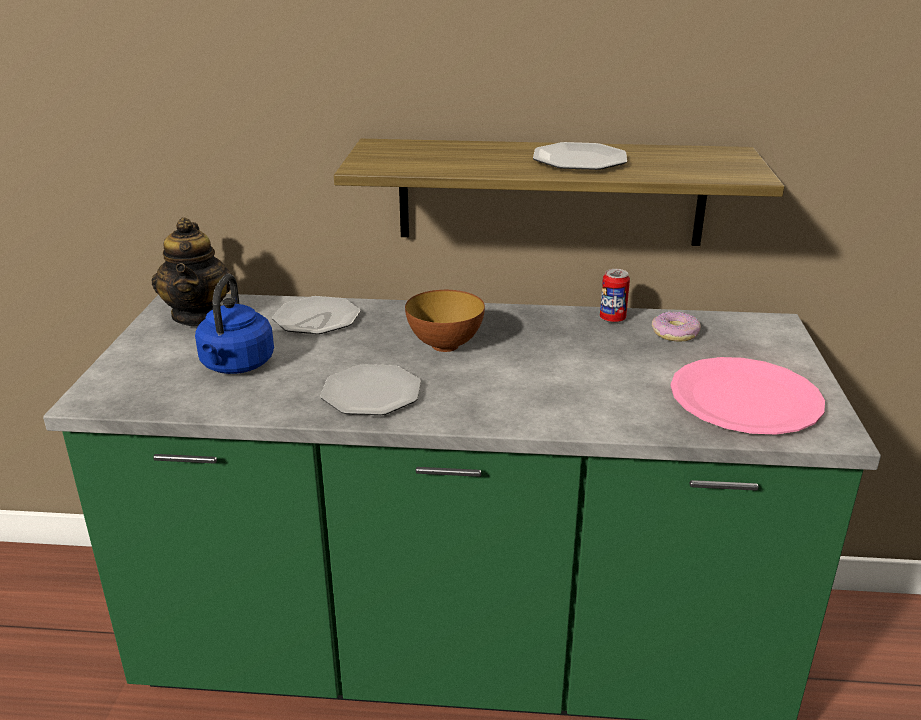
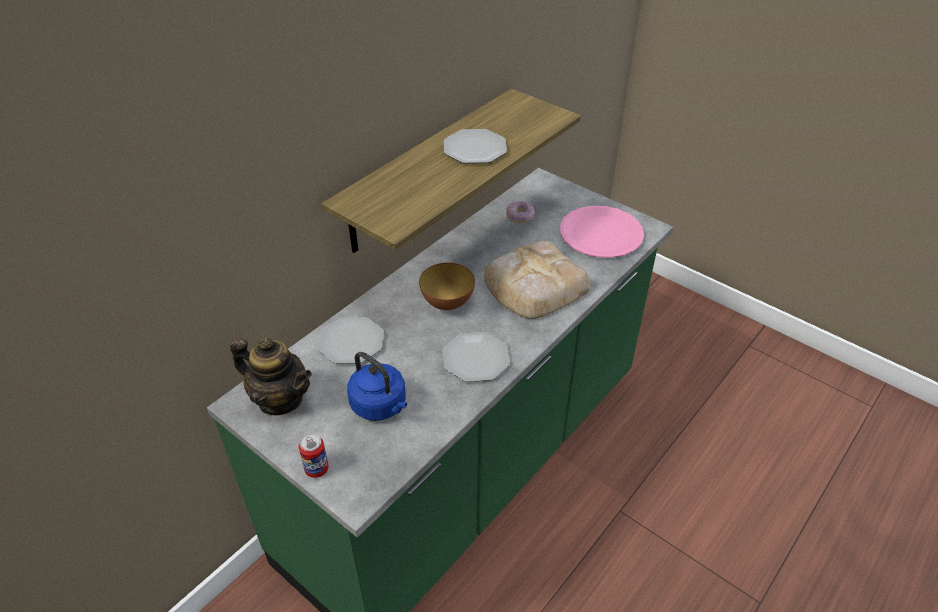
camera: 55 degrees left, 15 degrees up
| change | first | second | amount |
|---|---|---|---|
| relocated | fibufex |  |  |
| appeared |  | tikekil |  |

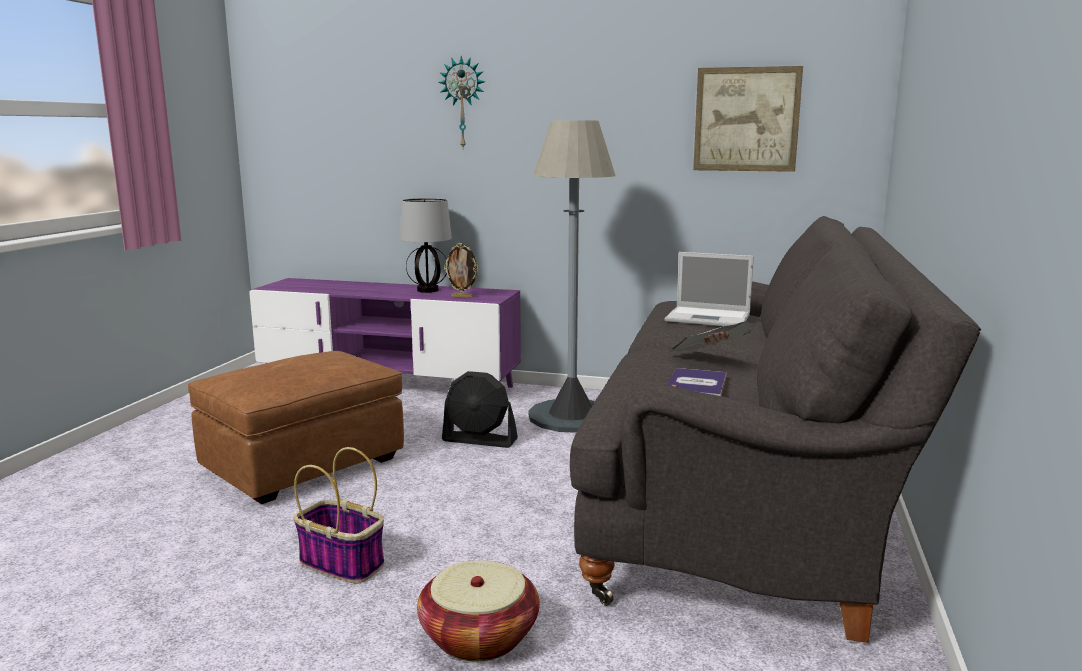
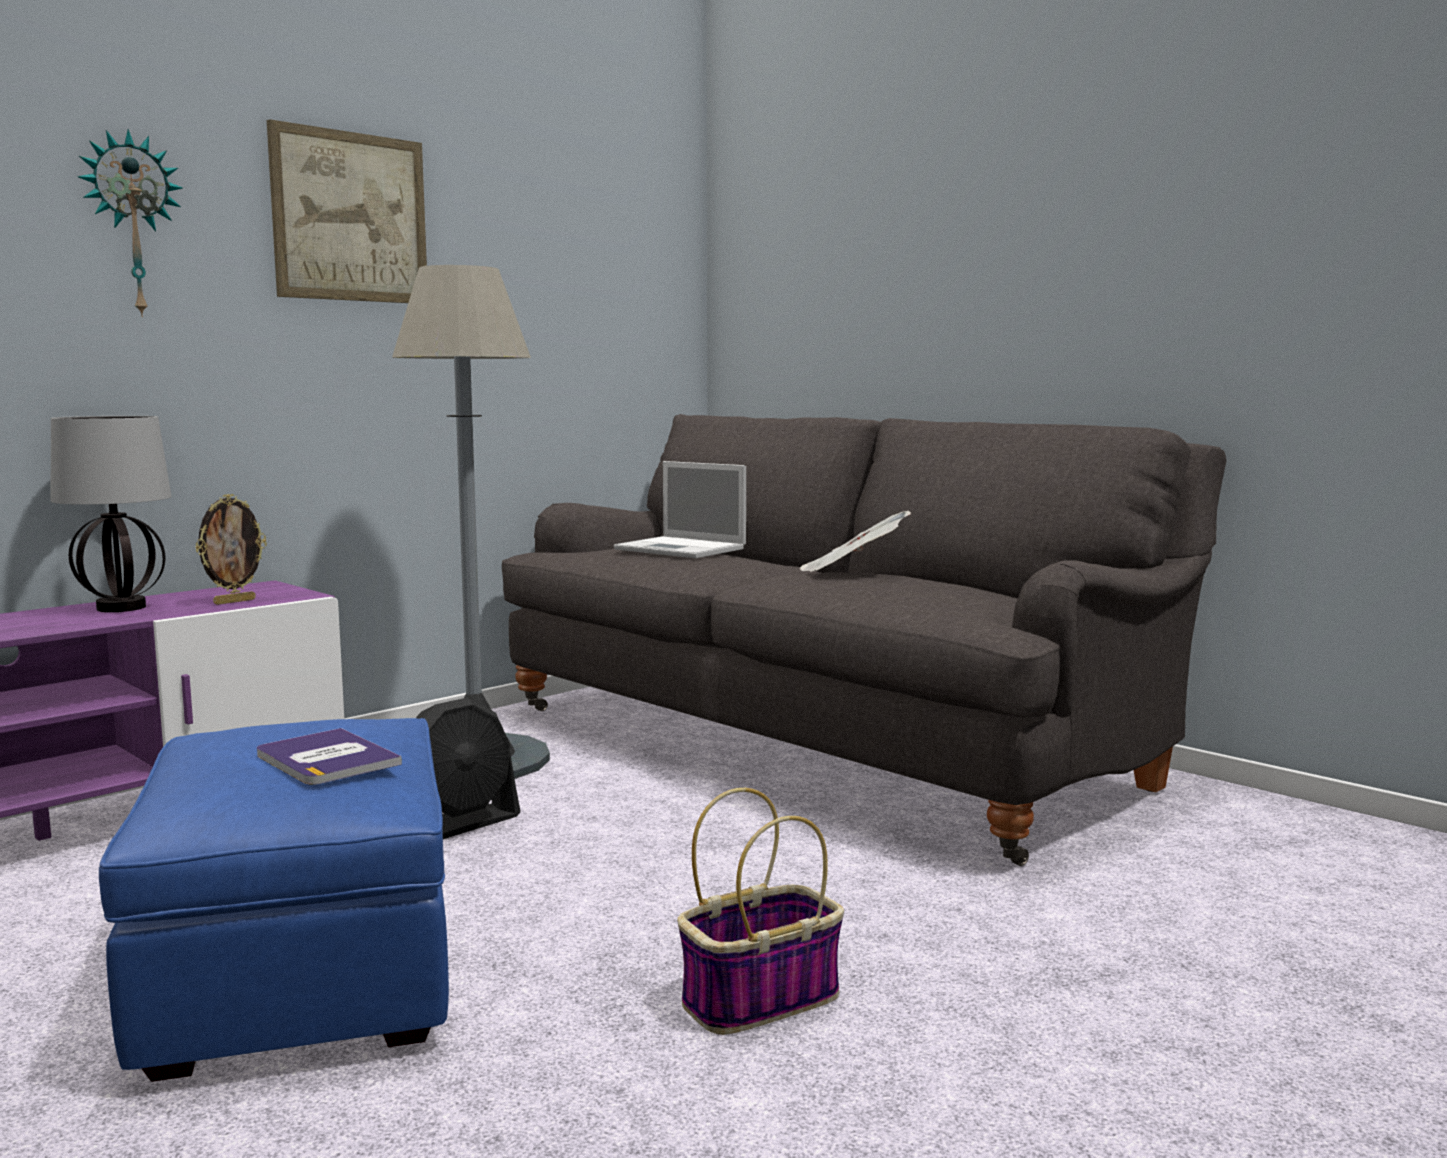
camera: 60 degrees left, 5 degrees down
| change | first | second | amount |
|---|---|---|---|
| colour | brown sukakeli | blue sukakeli |  |
| missing | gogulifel (no. 2 from left) |  |  |
| spun | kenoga |  | 75 degrees clockwise |
| relocated | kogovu |  |  |
| relocated | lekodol |  |  |

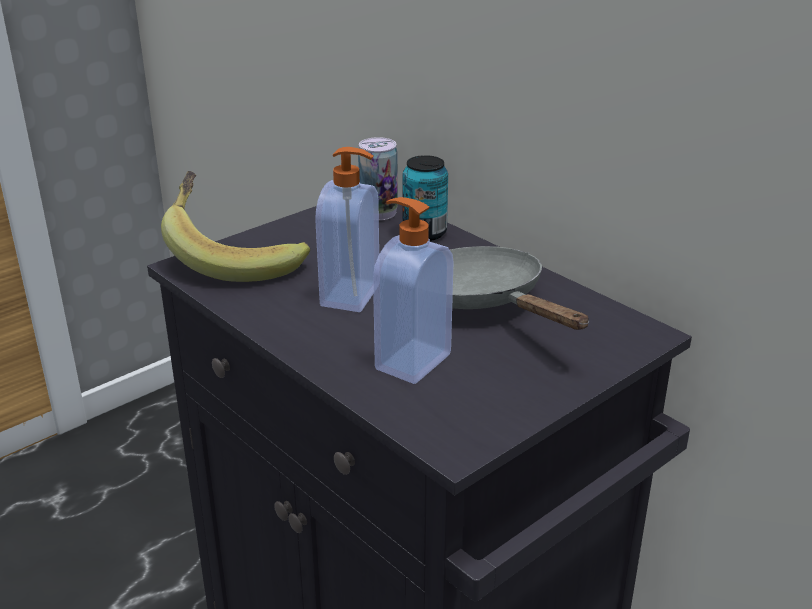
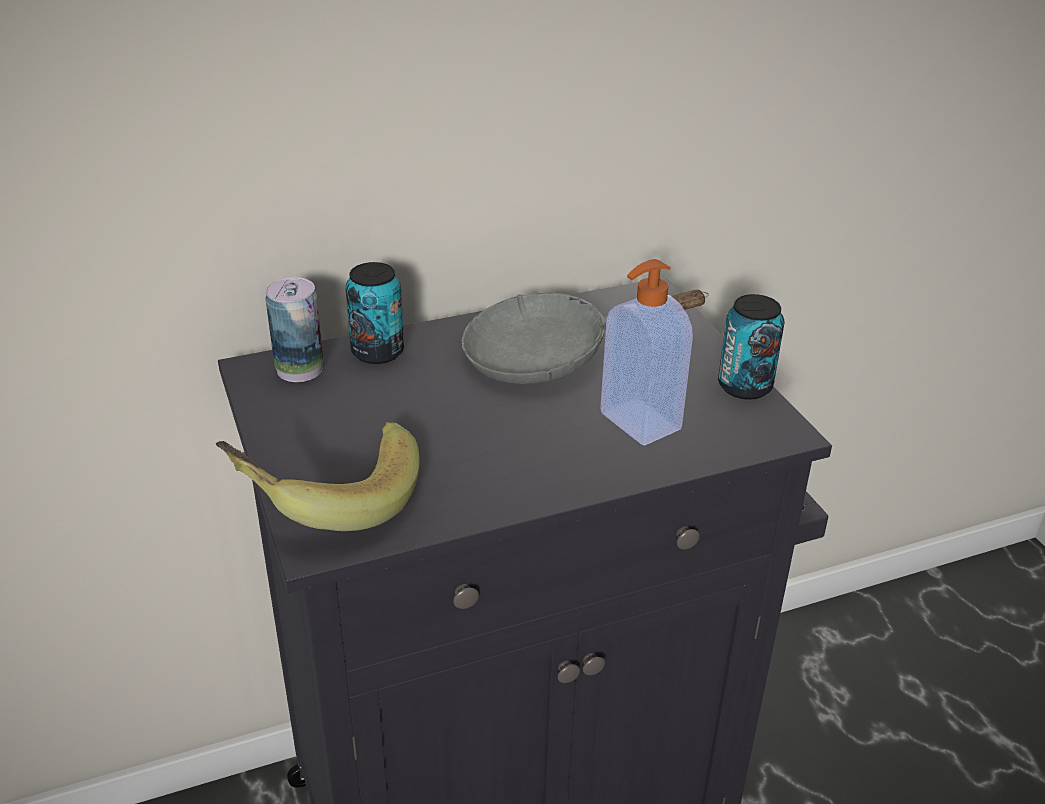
camera: 70 degrees left, 5 degrees up
| change | first | second | amount |
|---|---|---|---|
| missing | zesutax (no. 1 from left) |  |  |
| appeared |  | fibufex (no. 3 from left) |  |

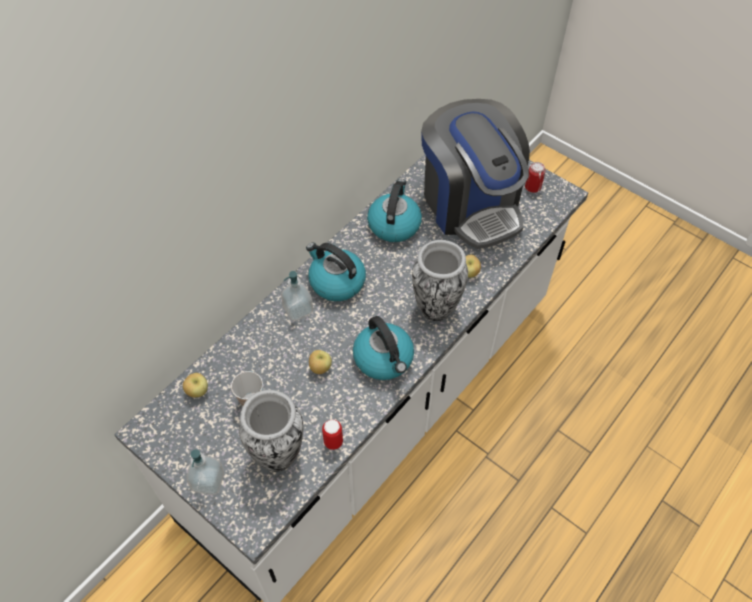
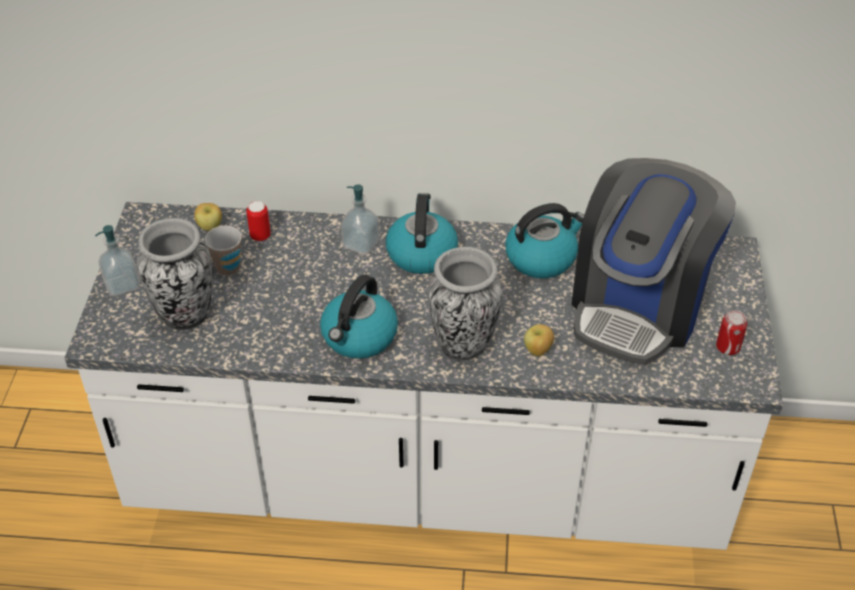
camera: 55 degrees right, 10 degrees down
| change | first | second | amount |
|---|---|---|---|
| missing | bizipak (no. 2 from left) |  |  |
| relocated | fibufex (no. 1 from left) |  |  |

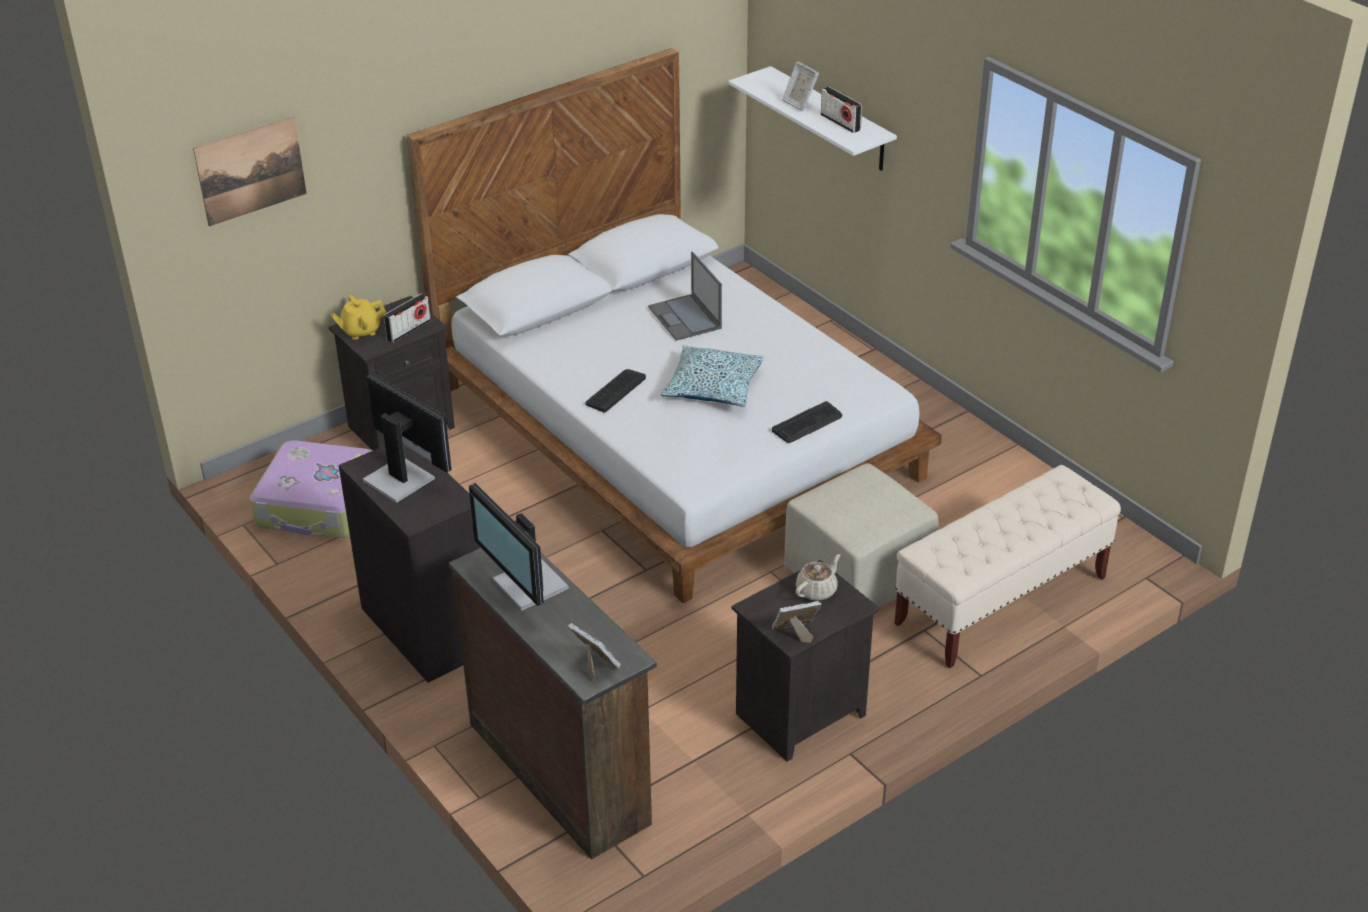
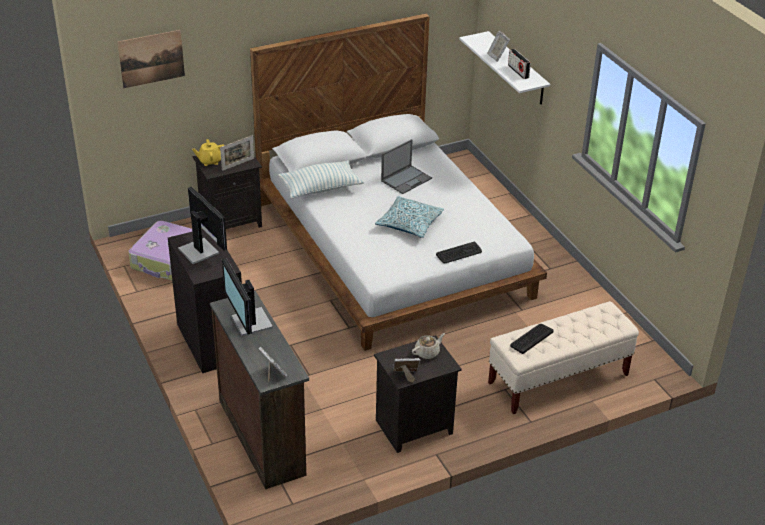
camera: 10 degrees right, 0 degrees up
| change | first | second | amount |
|---|---|---|---|
| exchanged | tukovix (no. 1 from left) | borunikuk (no. 1 from left) |  |
| relocated | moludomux (no. 1 from left in the first image) | moludomux (no. 2 from left) |  |
| spun | kenoga |  | 120 degrees counterclockwise |
| missing | beige sukakeli |  |  |
| appeared |  | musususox (no. 1 from left) |  |

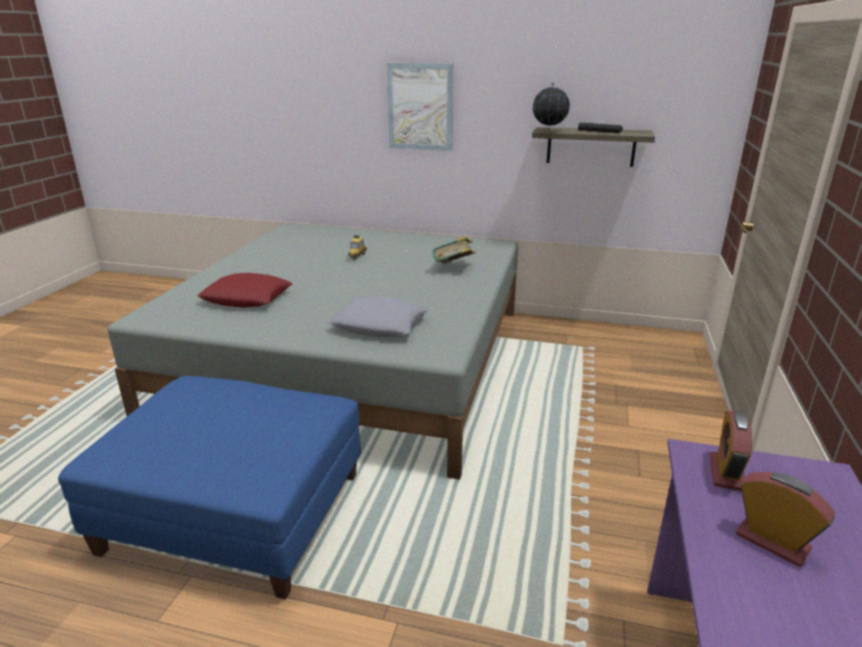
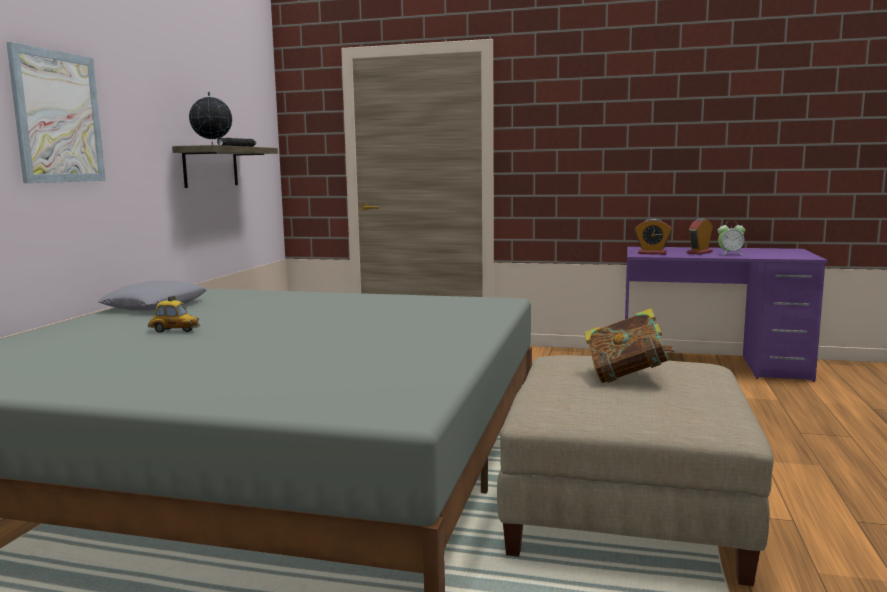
camera: 90 degrees left, 15 degrees down
| change | first | second | amount |
|---|---|---|---|
| colour | blue sukakeli | beige sukakeli |  |
| missing | red musususox |  |  |
| relocated | grey musususox |  |  |
| relocated | kogovu |  |  |
| appeared |  | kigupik (no. 3 from left) |  |

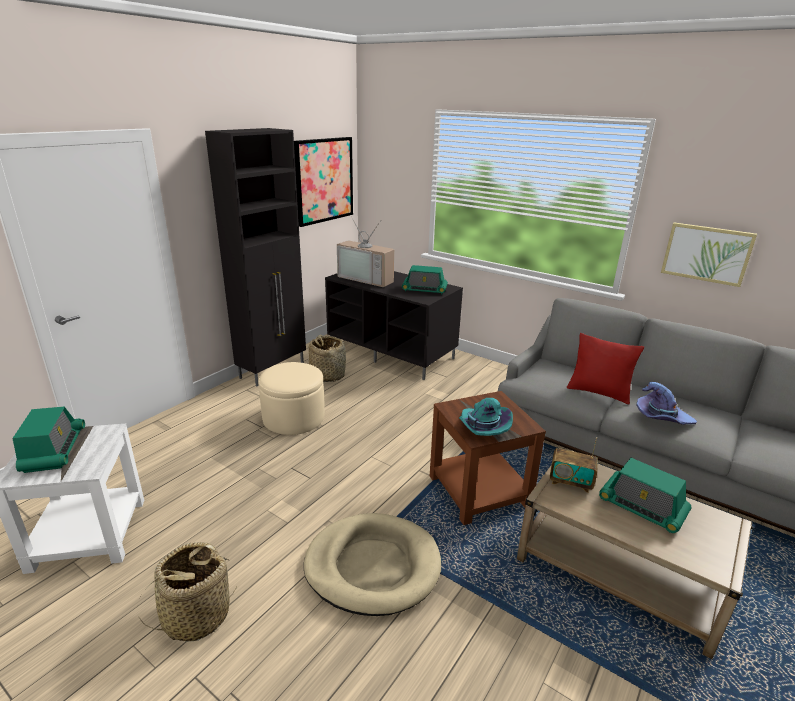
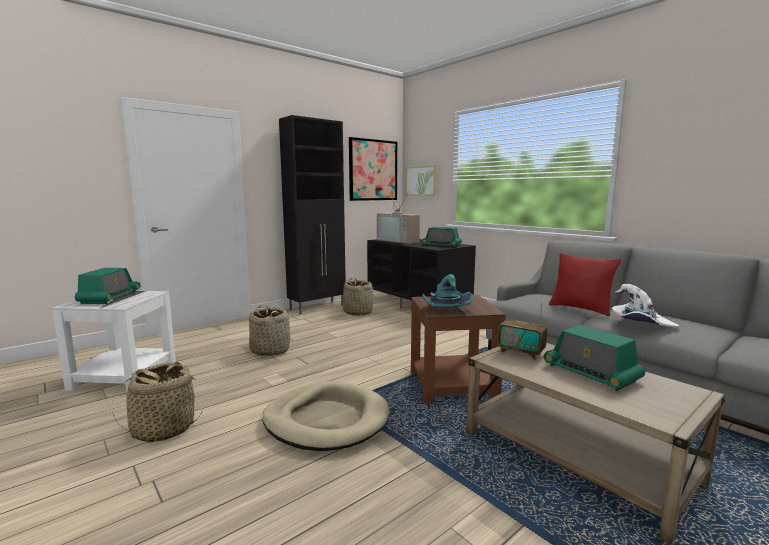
camera: 15 degrees right, 15 degrees down
| change | first | second | amount |
|---|---|---|---|
| missing | beige sukakeli |  |  |
| colour | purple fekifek | white fekifek |  |
| relocated | lekodol (no. 2 from left) |  |  |
| appeared |  | gogulifel (no. 2 from left) |  |

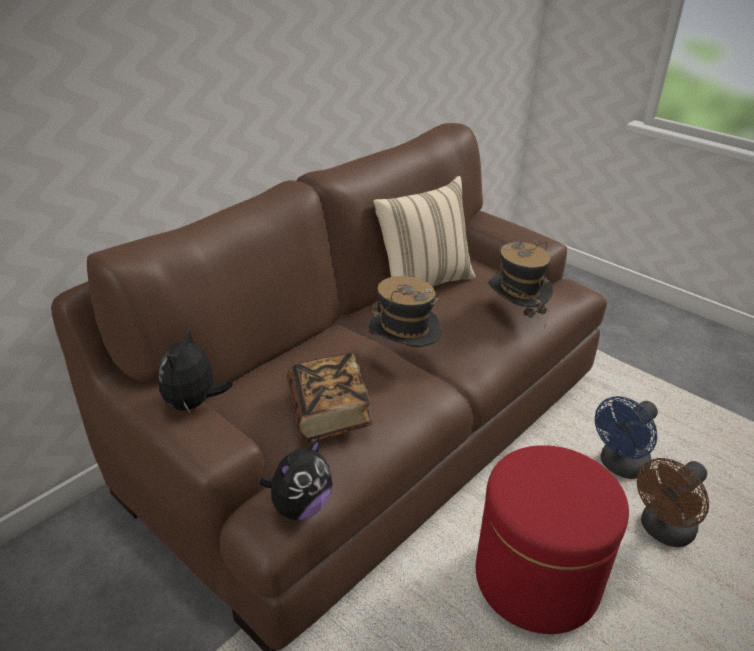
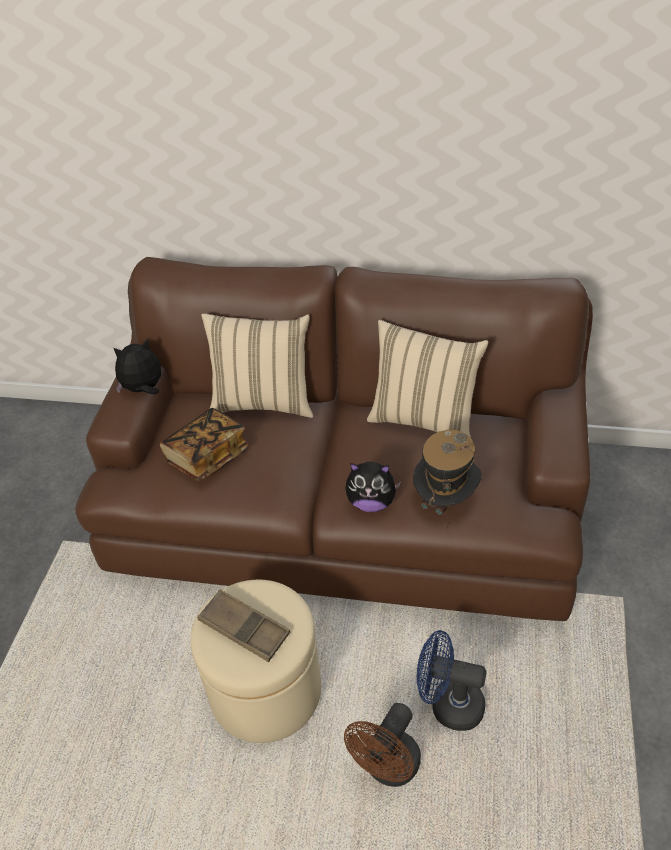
camera: 60 degrees right, 10 degrees up
| change | first | second | amount |
|---|---|---|---|
| relocated | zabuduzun (no. 2 from left) |  |  |
| missing | fekifek (no. 1 from left) |  |  |
| colour | red sukakeli | beige sukakeli |  |
| spun | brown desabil |  | 75 degrees counterclockwise |
| appeared |  | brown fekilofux |  |
| appeared |  | beige musususox (no. 1 from left) |  |

